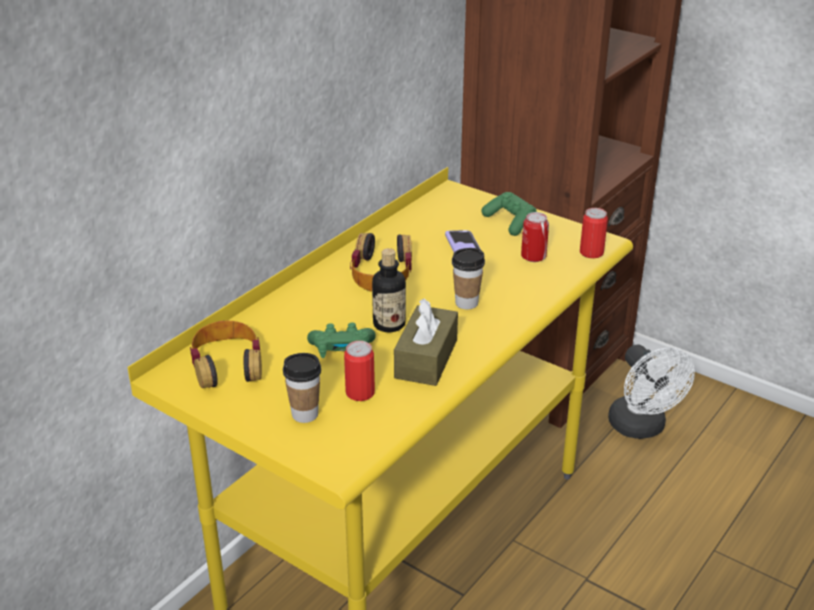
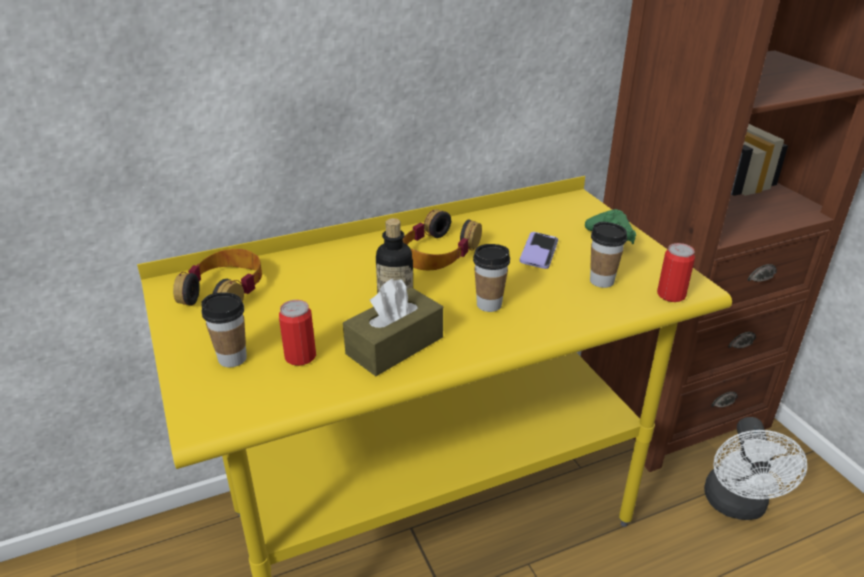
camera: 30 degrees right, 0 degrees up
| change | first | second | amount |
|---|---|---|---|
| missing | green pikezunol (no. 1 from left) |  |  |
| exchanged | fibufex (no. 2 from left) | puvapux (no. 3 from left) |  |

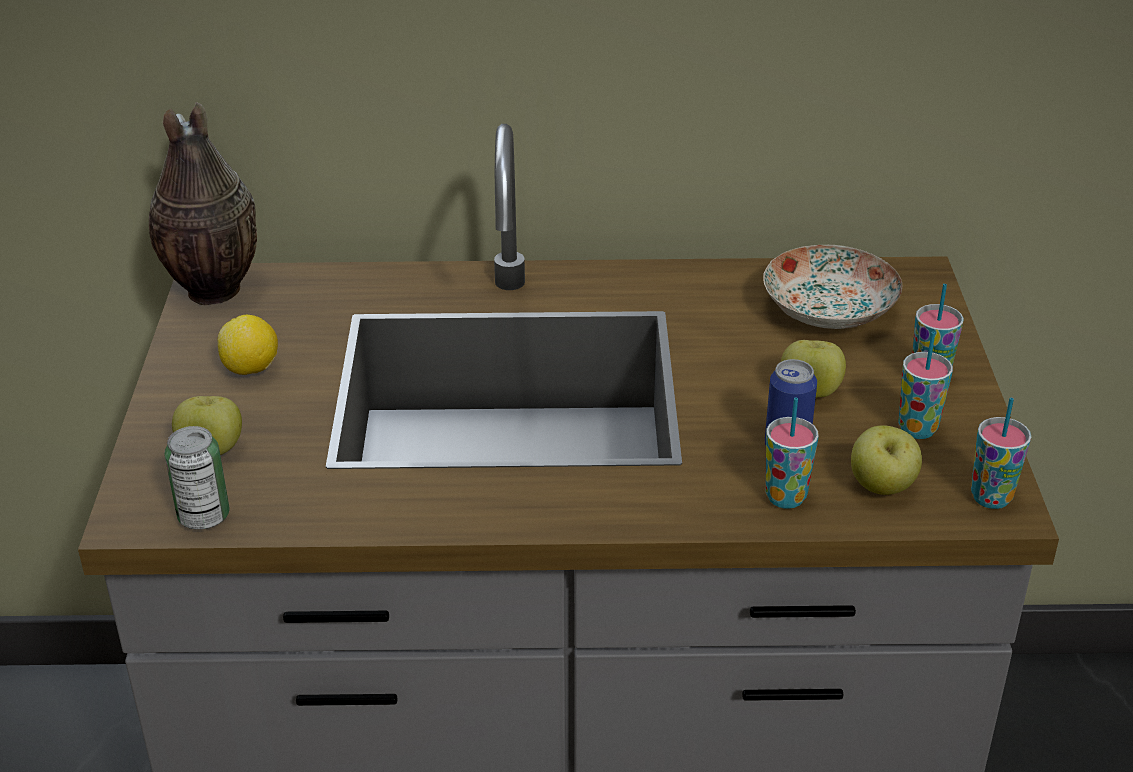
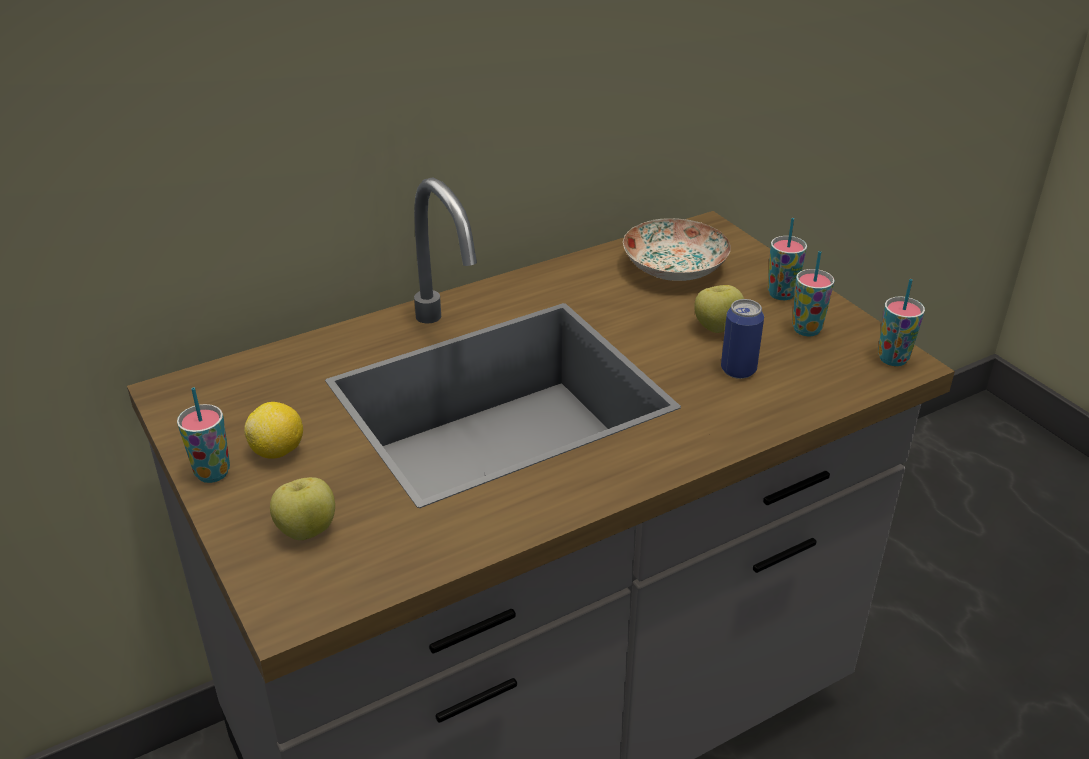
camera: 30 degrees left, 0 degrees up
| change | first | second | amount |
|---|---|---|---|
| missing | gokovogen |  |  |
| missing | fibufex (no. 1 from left) |  |  |
| relocated | puvapux (no. 1 from left) |  |  |
| missing | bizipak (no. 3 from left) |  |  |

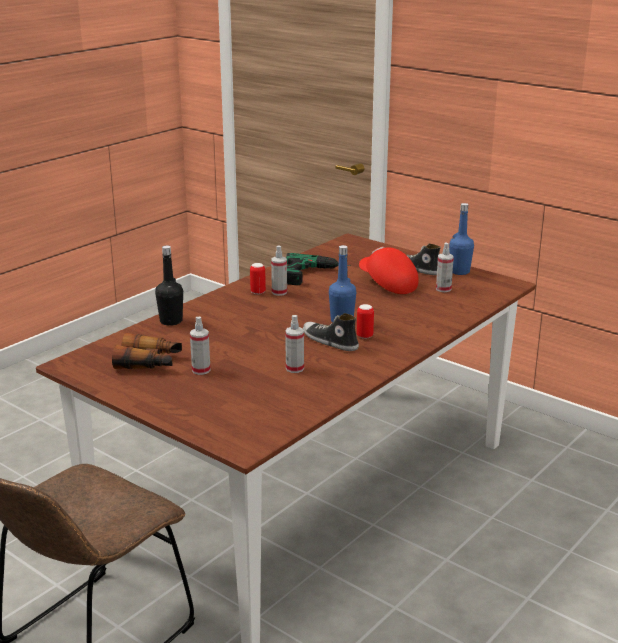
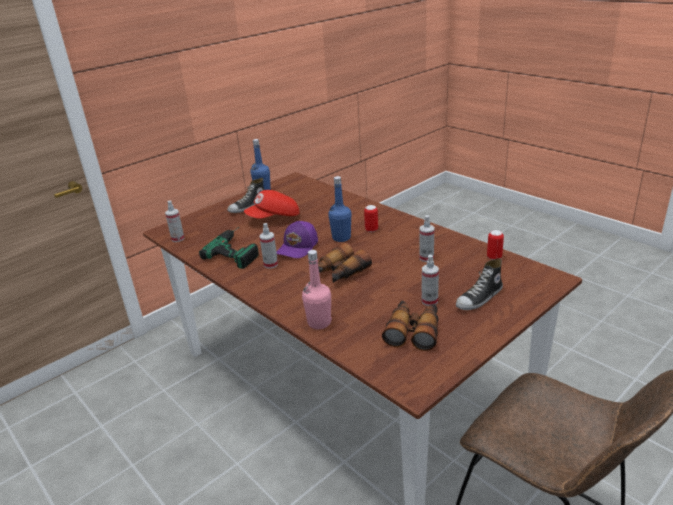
camera: 80 degrees left, 5 degrees up
| change | first | second | amount |
|---|---|---|---|
| colour | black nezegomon | pink nezegomon |  |
| relocated | fibufex (no. 1 from left in the first image) | fibufex (no. 2 from left) |  |
| relocated | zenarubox (no. 1 from left in the first image) | zenarubox (no. 2 from left) |  |
| relocated | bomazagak (no. 4 from left in the first image) | bomazagak (no. 1 from left) |  |
| appeared |  | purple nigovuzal |  |
| appeared |  | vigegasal (no. 1 from left) |  |

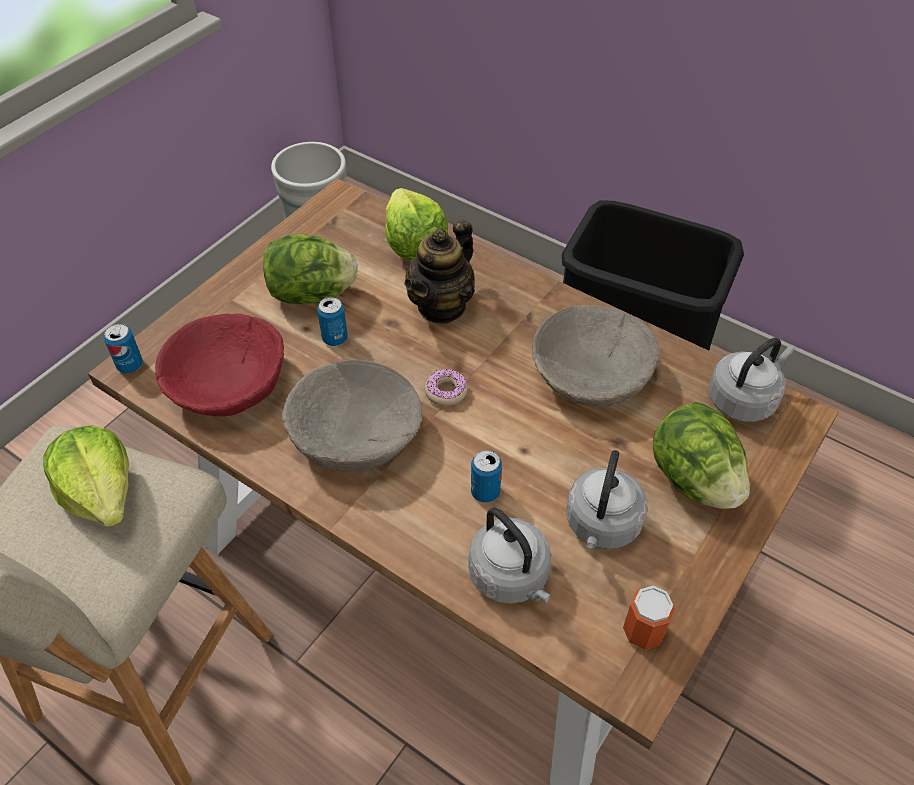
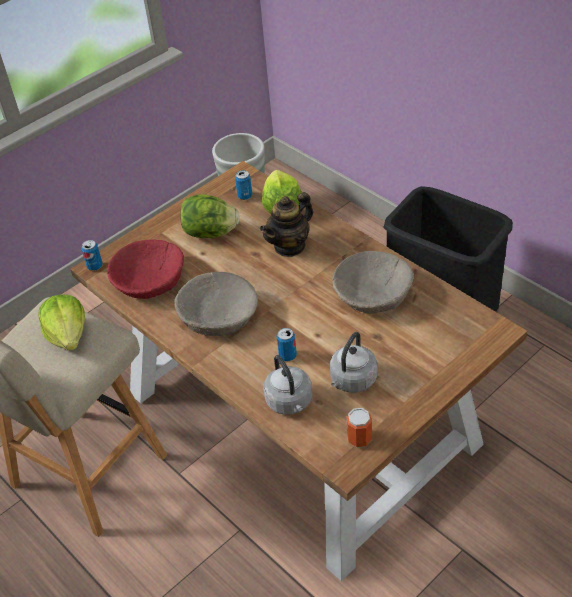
camera: 15 degrees right, 5 degrees down
| change | first | second | amount |
|---|---|---|---|
| relocated | fibufex (no. 2 from left) |  |  |
| missing | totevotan |  |  |
| missing | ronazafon (no. 4 from left) |  |  |
| missing | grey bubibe (no. 3 from left) |  |  |

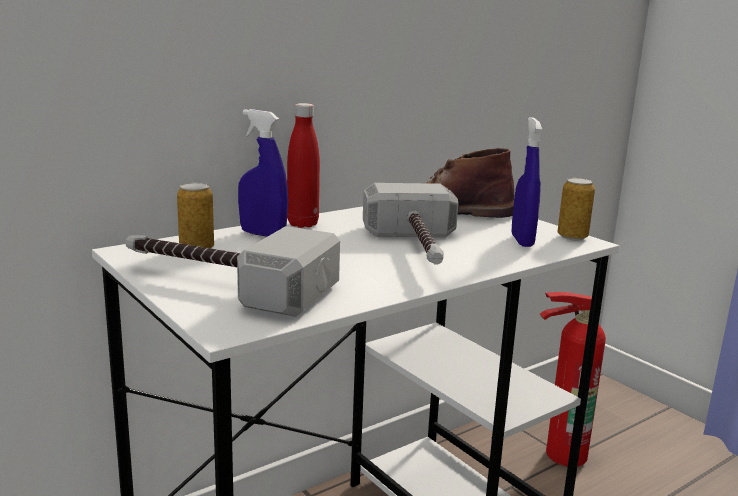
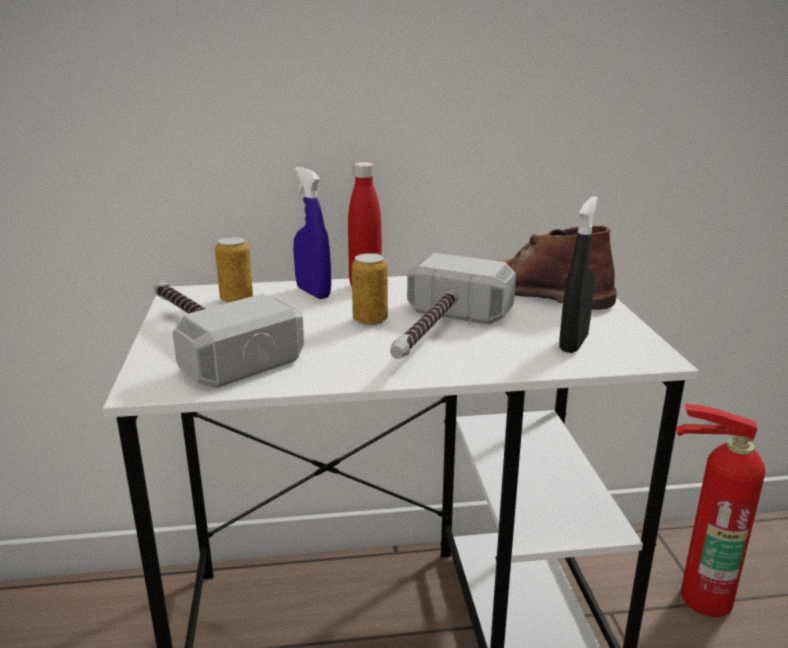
camera: 30 degrees right, 5 degrees up
| change | first | second | amount |
|---|---|---|---|
| colour | blue bomazagak (no. 2 from left) | black bomazagak |  |
| relocated | fibufex (no. 2 from left) |  |  |

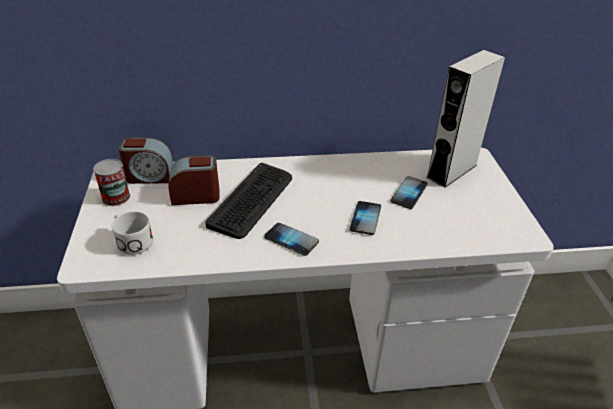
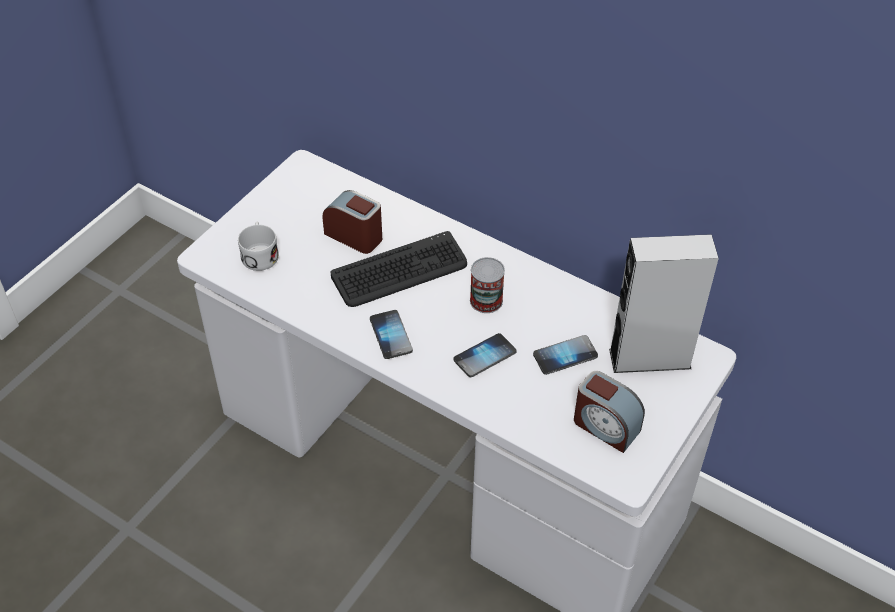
camera: 40 degrees right, 10 degrees up
| change | first | second | amount |
|---|---|---|---|
| relocated | fibufex |  |  |
| relocated | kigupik (no. 1 from left in the first image) | kigupik (no. 2 from left) |  |

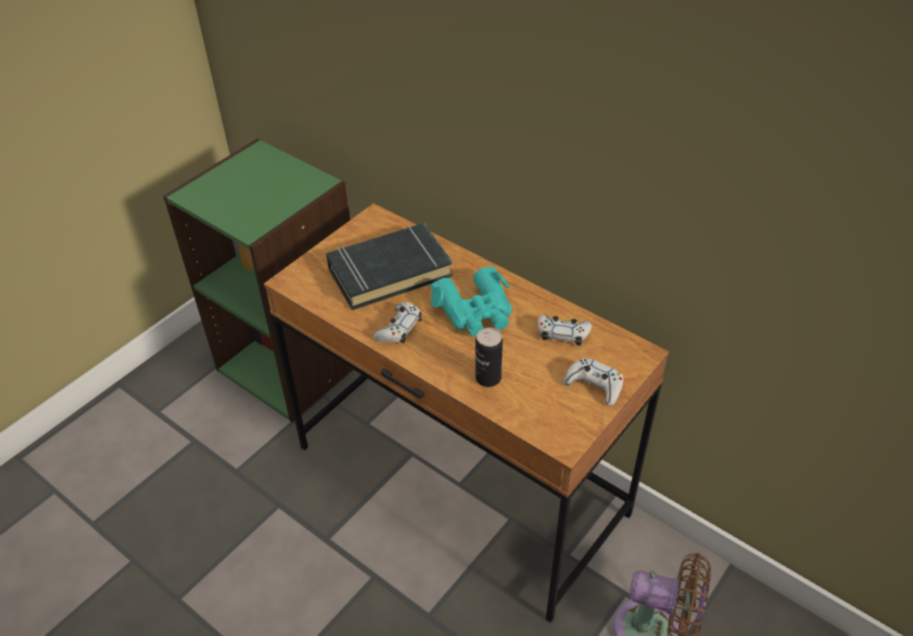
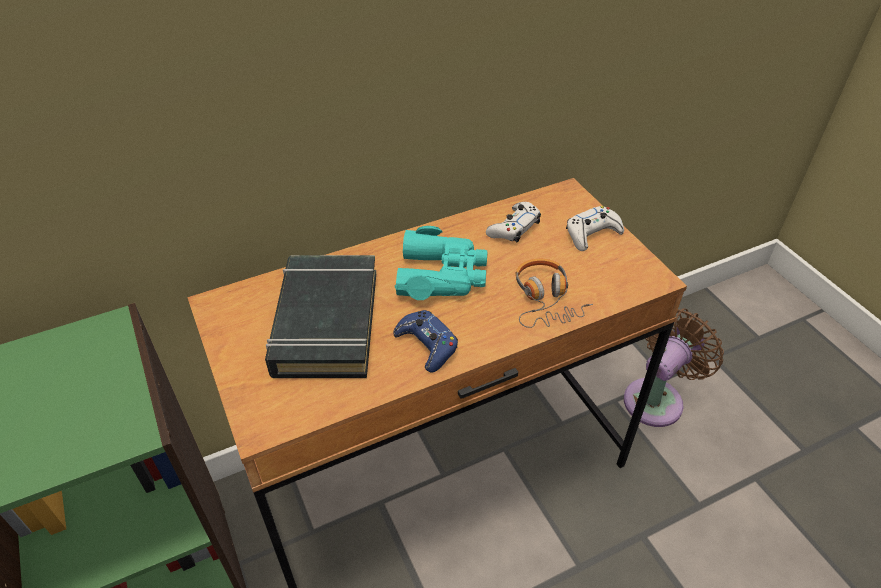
camera: 65 degrees left, 0 degrees up
| change | first | second | amount |
|---|---|---|---|
| colour | white pikezunol (no. 1 from left) | blue pikezunol |  |
| exchanged | fibufex | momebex |  |

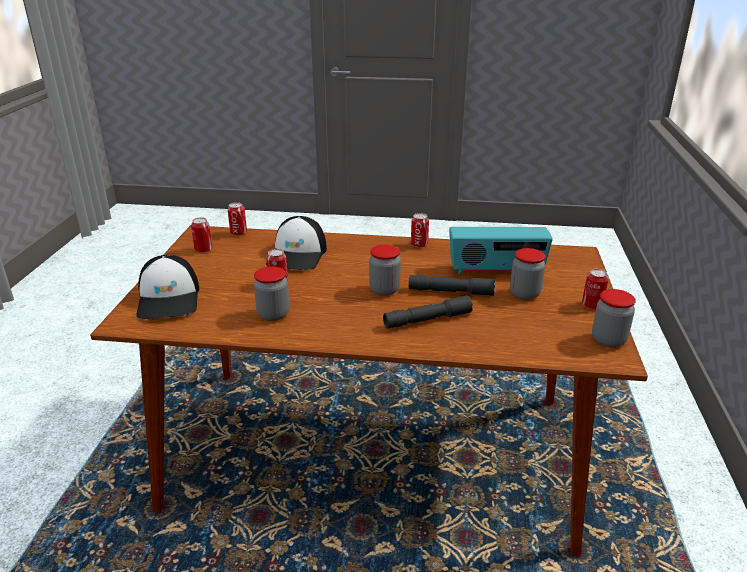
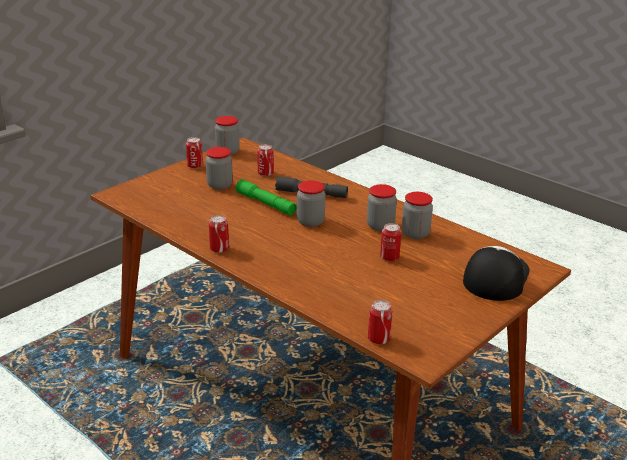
camera: 145 degrees left, 0 degrees up
| change | first | second | amount |
|---|---|---|---|
| relocated | fibufex (no. 1 from left in the first image) | fibufex (no. 3 from left) |  |
| missing | nigovuzal (no. 2 from left) |  |  |
| colour | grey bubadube (no. 2 from left) | green bubadube |  |
| missing | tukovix |  |  |
| appeared |  | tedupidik (no. 4 from left) |  |

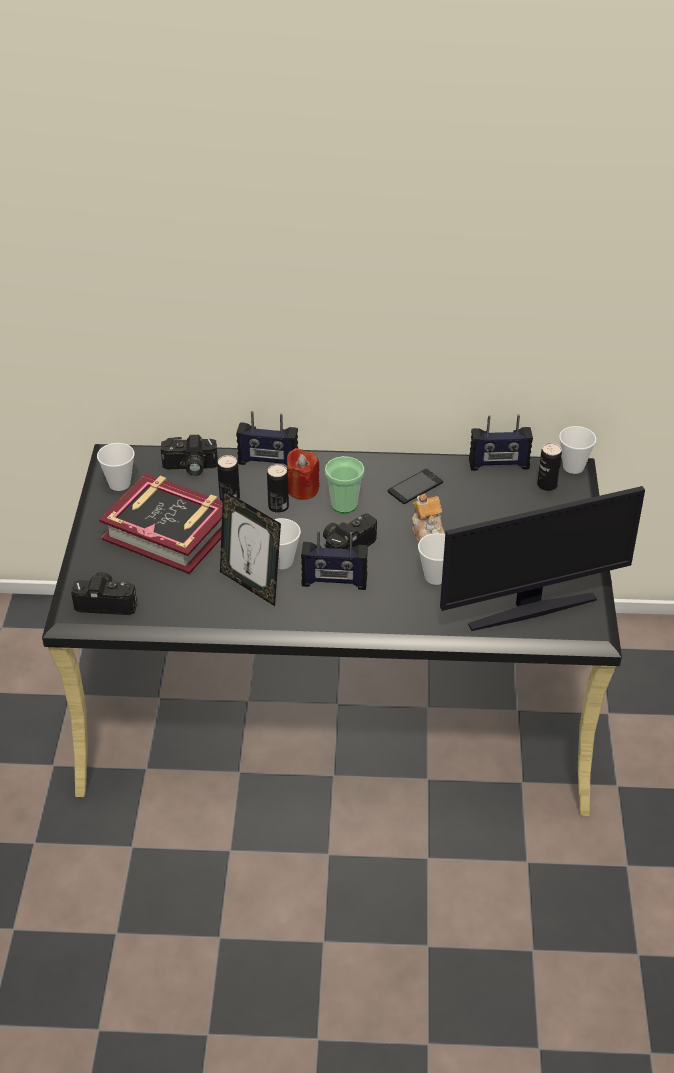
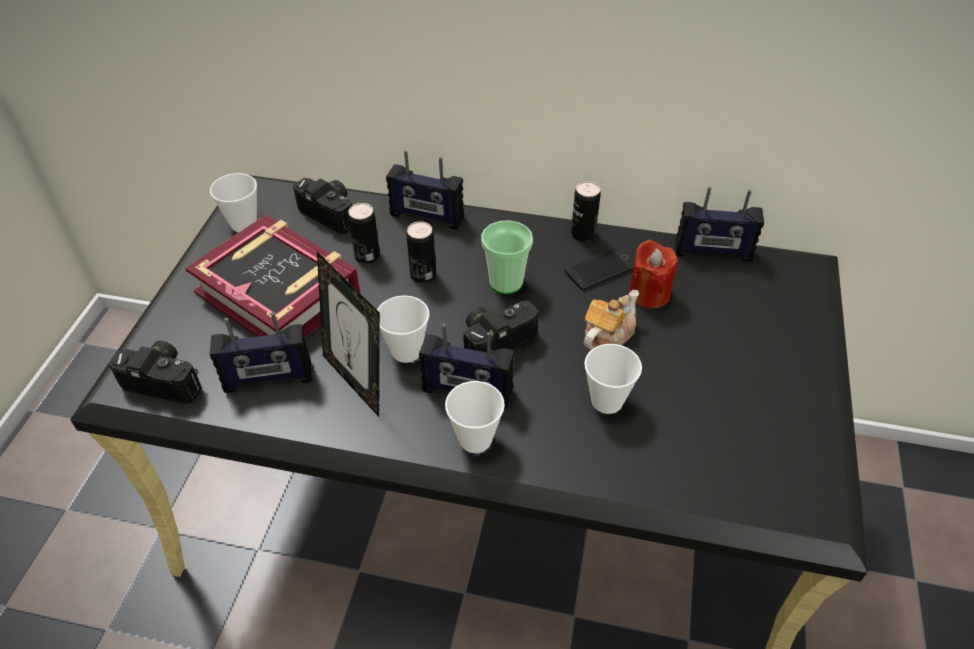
camera: 10 degrees right, 5 degrees up
| change | first | second | amount |
|---|---|---|---|
| spun | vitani (no. 2 from left) |  | 150 degrees counterclockwise |
| relocated | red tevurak |  |  |
| spun | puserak |  | 135 degrees counterclockwise |
| missing | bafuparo |  |  |
| relocated | fibufex (no. 3 from left) |  |  |
| relocated | puvapux (no. 5 from left in the first image) | puvapux (no. 3 from left) |  |
| appeared |  | tukovix (no. 1 from left) |  |

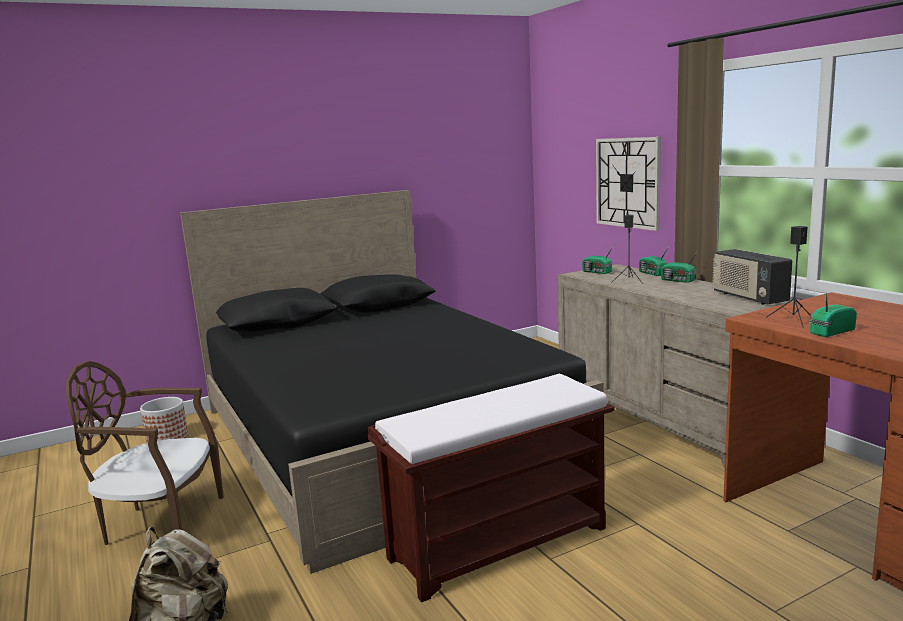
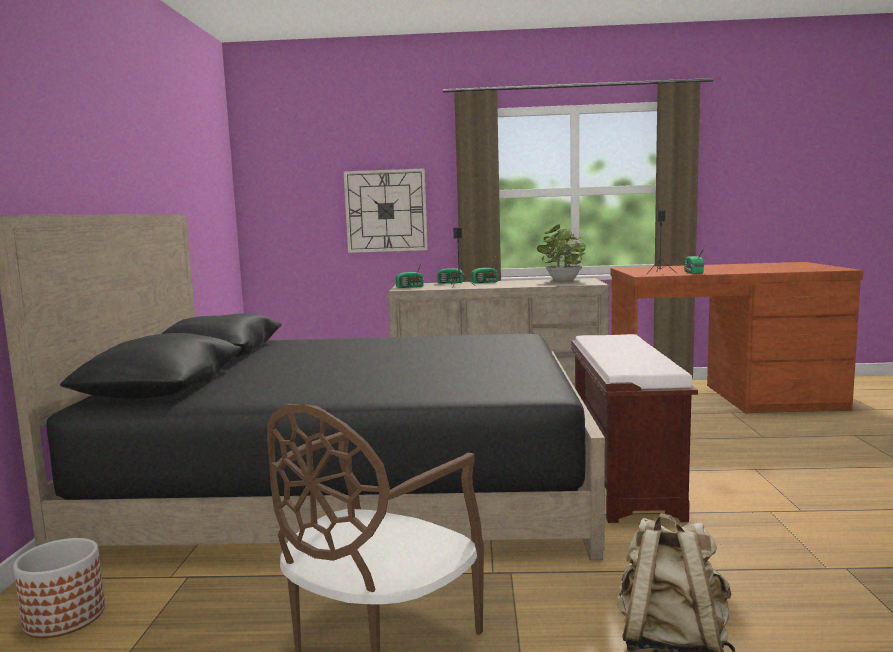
camera: 60 degrees left, 5 degrees down
| change | first | second | amount |
|---|---|---|---|
| exchanged | tukovix (no. 4 from left) | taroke |  |

